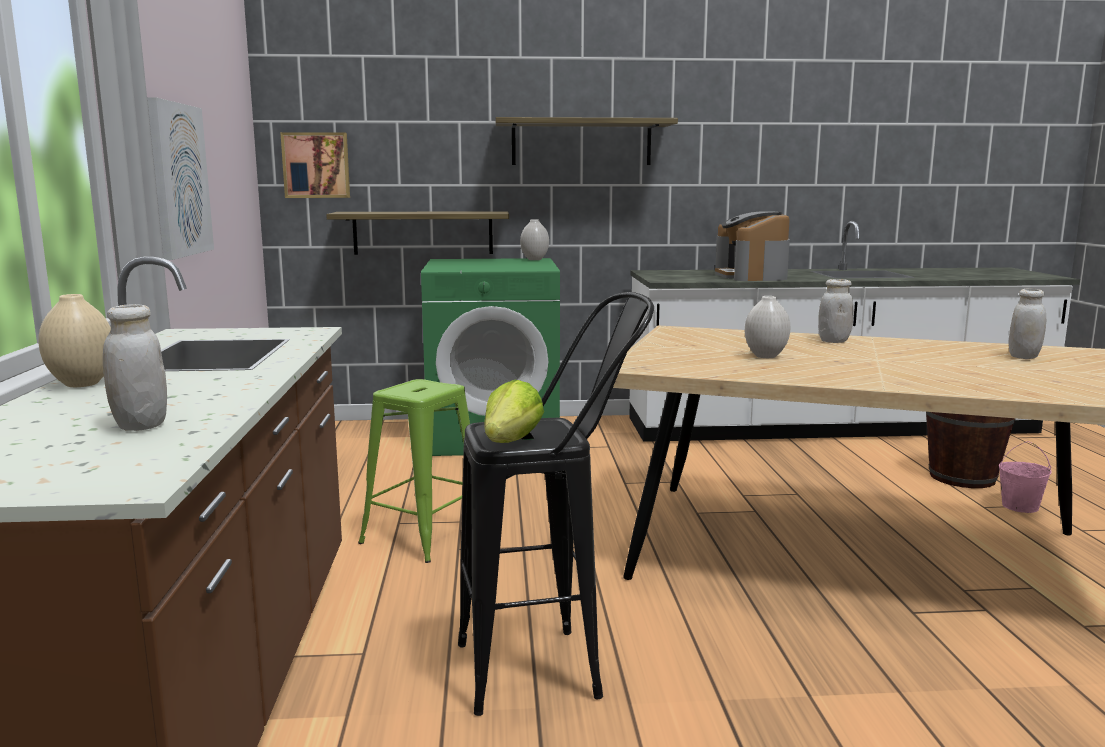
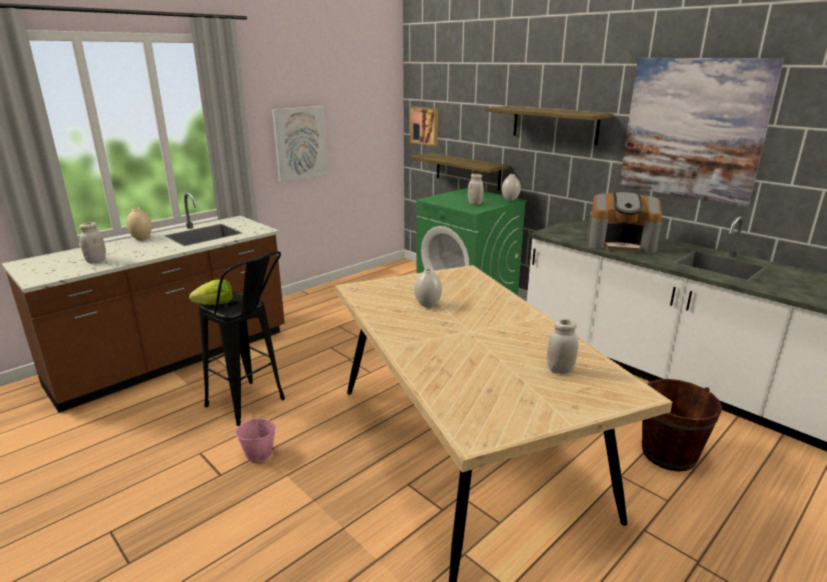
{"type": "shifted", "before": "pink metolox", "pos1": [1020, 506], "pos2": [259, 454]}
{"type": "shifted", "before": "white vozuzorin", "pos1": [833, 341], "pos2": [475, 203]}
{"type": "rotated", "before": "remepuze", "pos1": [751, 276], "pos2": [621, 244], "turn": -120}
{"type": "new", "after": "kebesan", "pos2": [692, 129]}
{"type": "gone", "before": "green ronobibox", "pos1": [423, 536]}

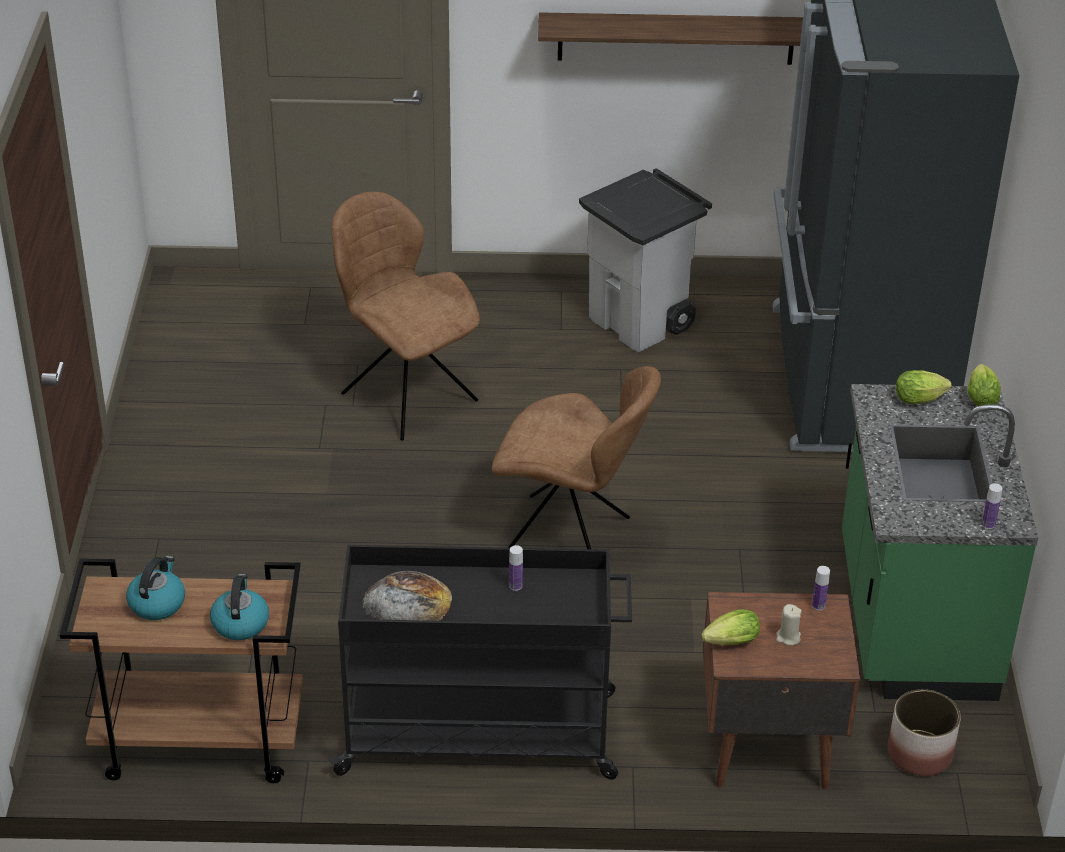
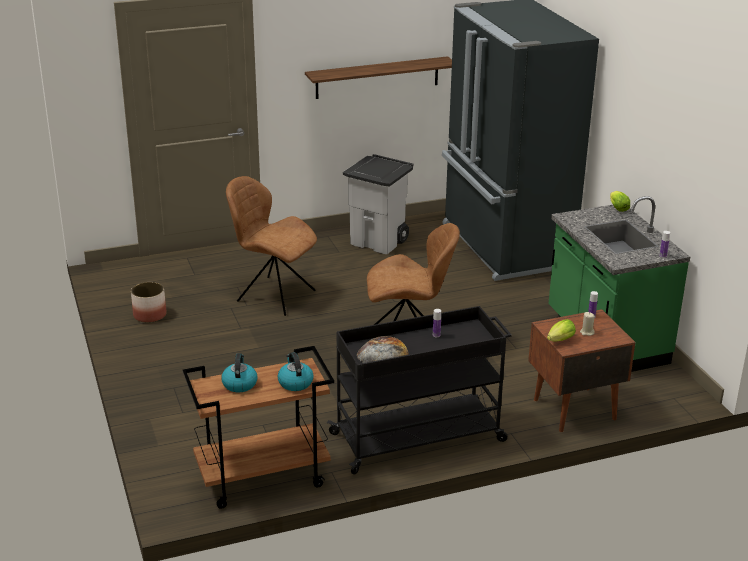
{"type": "shifted", "before": "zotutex", "pos1": [920, 754], "pos2": [150, 315]}
{"type": "gone", "before": "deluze", "pos1": [921, 399]}

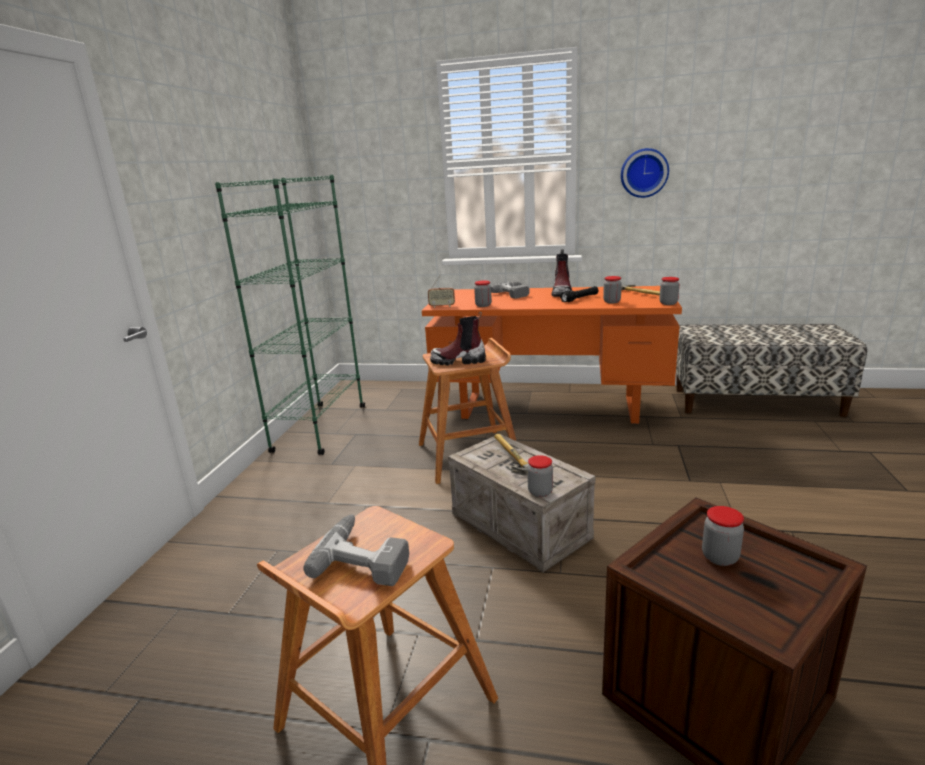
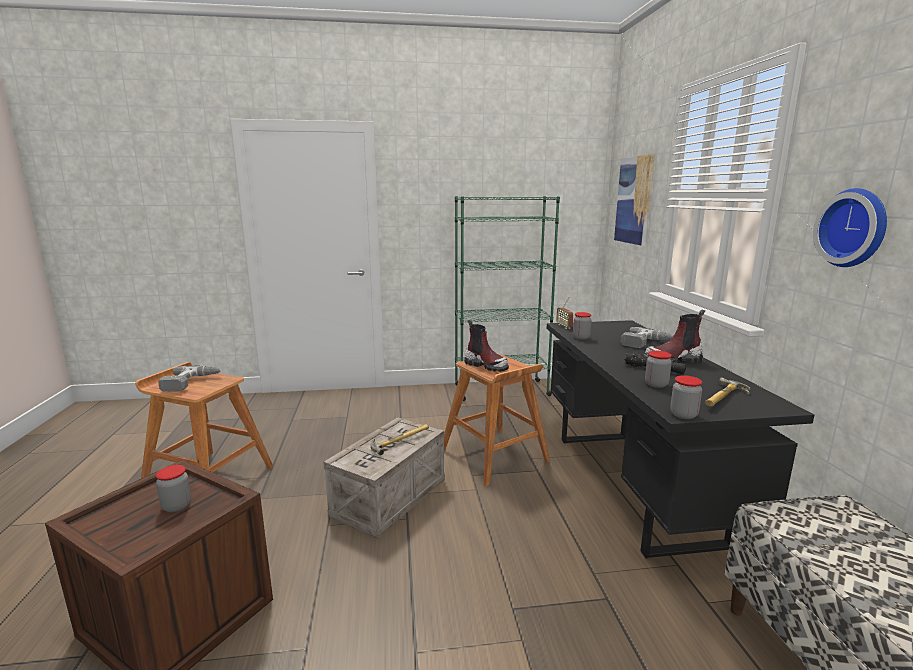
{"type": "rotated", "before": "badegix", "pos1": [458, 361], "pos2": [486, 366], "turn": 150}
{"type": "repainted", "before": "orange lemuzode", "after": "black lemuzode", "pos1": [549, 407], "pos2": [633, 485]}
{"type": "new", "after": "kebesan", "pos2": [634, 200]}
{"type": "gone", "before": "vozuzorin", "pos1": [540, 492]}

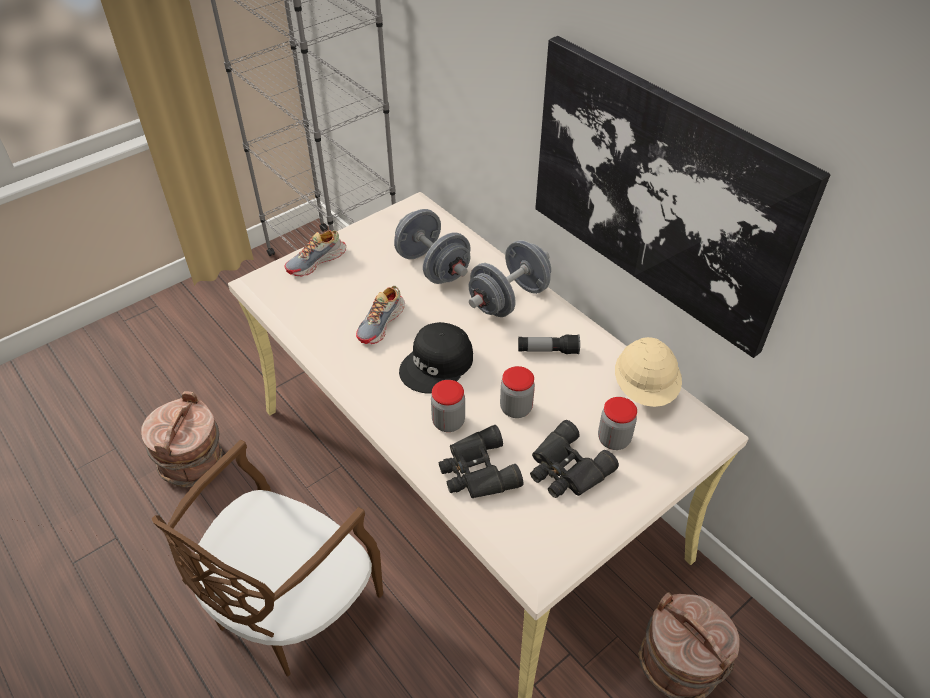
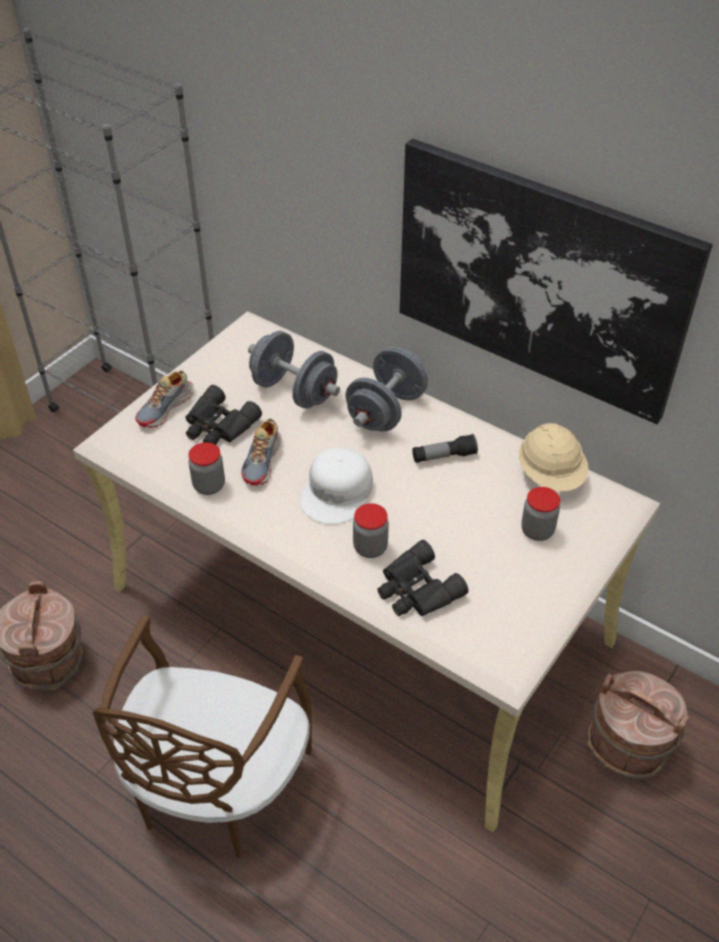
{"type": "shifted", "before": "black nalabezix", "pos1": [566, 470], "pos2": [218, 426]}
{"type": "shifted", "before": "vozuzorin", "pos1": [516, 408], "pos2": [209, 486]}
{"type": "repainted", "before": "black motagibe", "after": "white motagibe", "pos1": [437, 364], "pos2": [338, 492]}

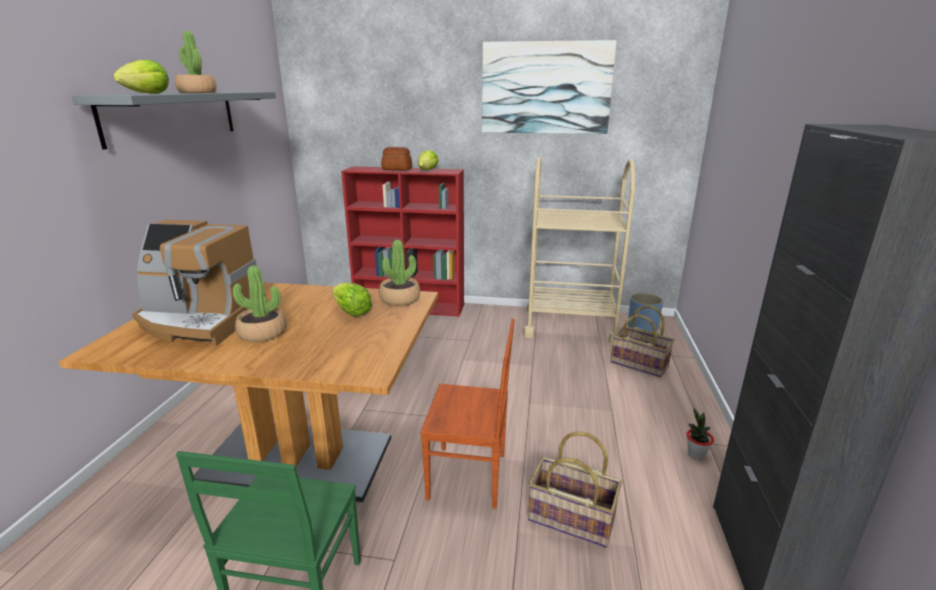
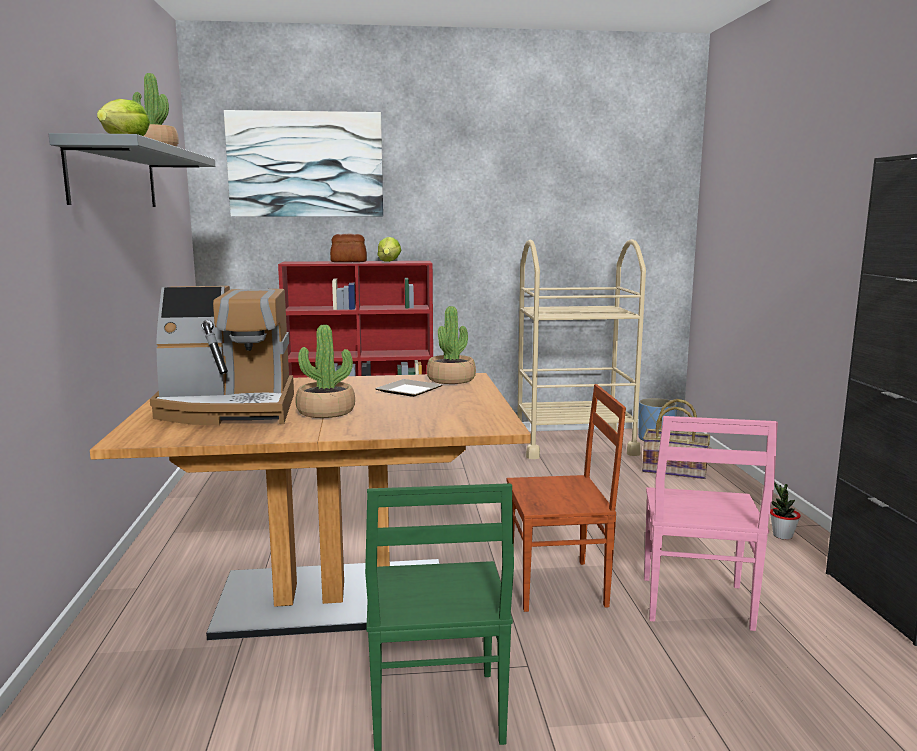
{"type": "shifted", "before": "kebesan", "pos1": [545, 88], "pos2": [306, 164]}
{"type": "swapped", "before": "deluze", "after": "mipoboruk", "pos1": [351, 312], "pos2": [409, 391]}
{"type": "swapped", "before": "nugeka", "after": "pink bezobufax", "pos1": [570, 519], "pos2": [694, 604]}

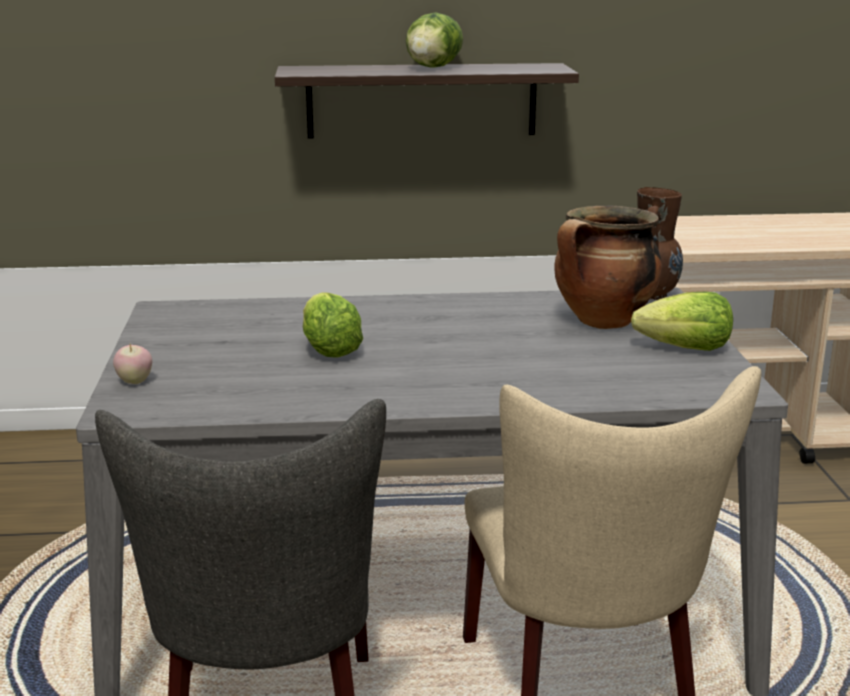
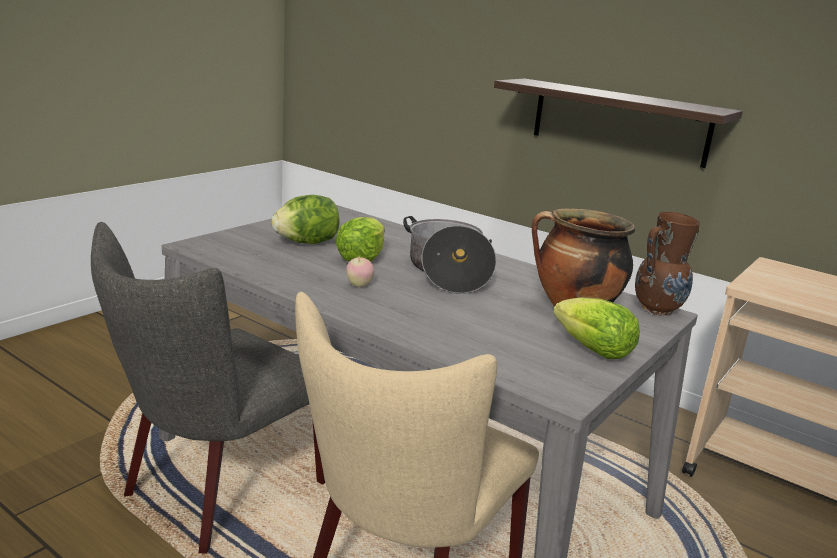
{"type": "shifted", "before": "deluze", "pos1": [433, 67], "pos2": [307, 243]}
{"type": "shifted", "before": "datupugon", "pos1": [134, 382], "pos2": [359, 285]}
{"type": "new", "after": "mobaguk", "pos2": [447, 272]}

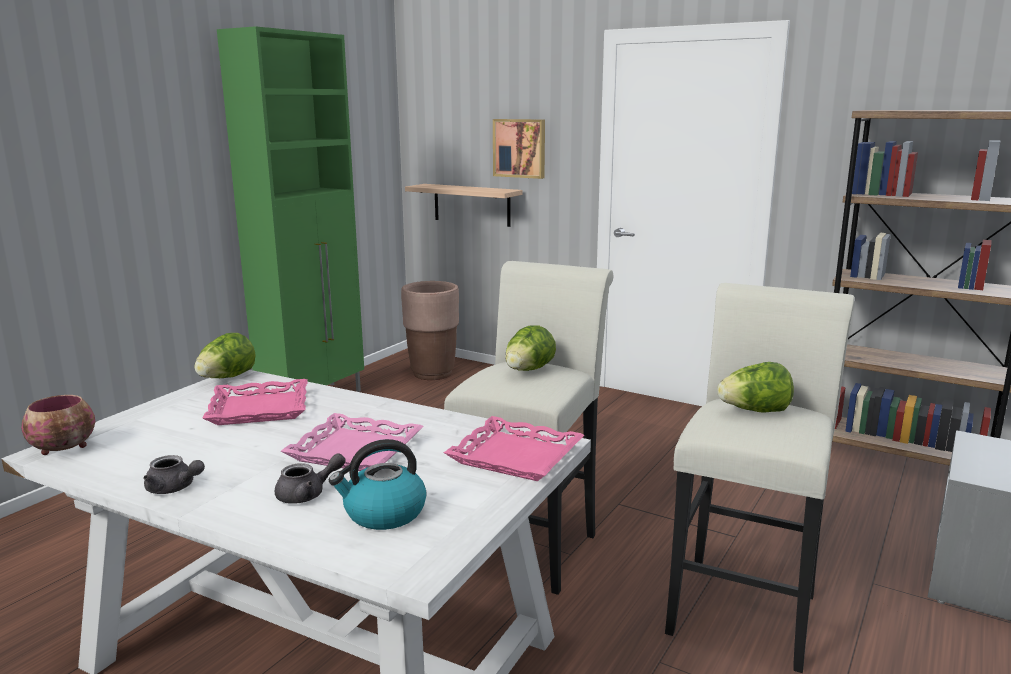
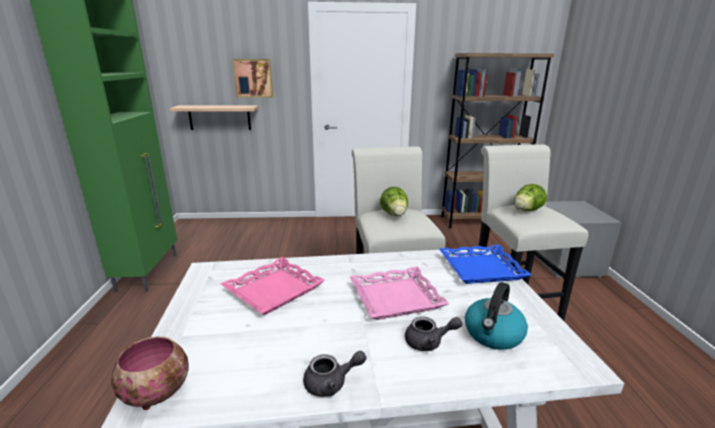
{"type": "rotated", "before": "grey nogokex", "pos1": [308, 494], "pos2": [429, 342], "turn": 60}
{"type": "repainted", "before": "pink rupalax", "after": "blue rupalax", "pos1": [516, 456], "pos2": [481, 268]}
{"type": "gone", "before": "deluze", "pos1": [227, 378]}
{"type": "gone", "before": "brown zotutex", "pos1": [433, 374]}

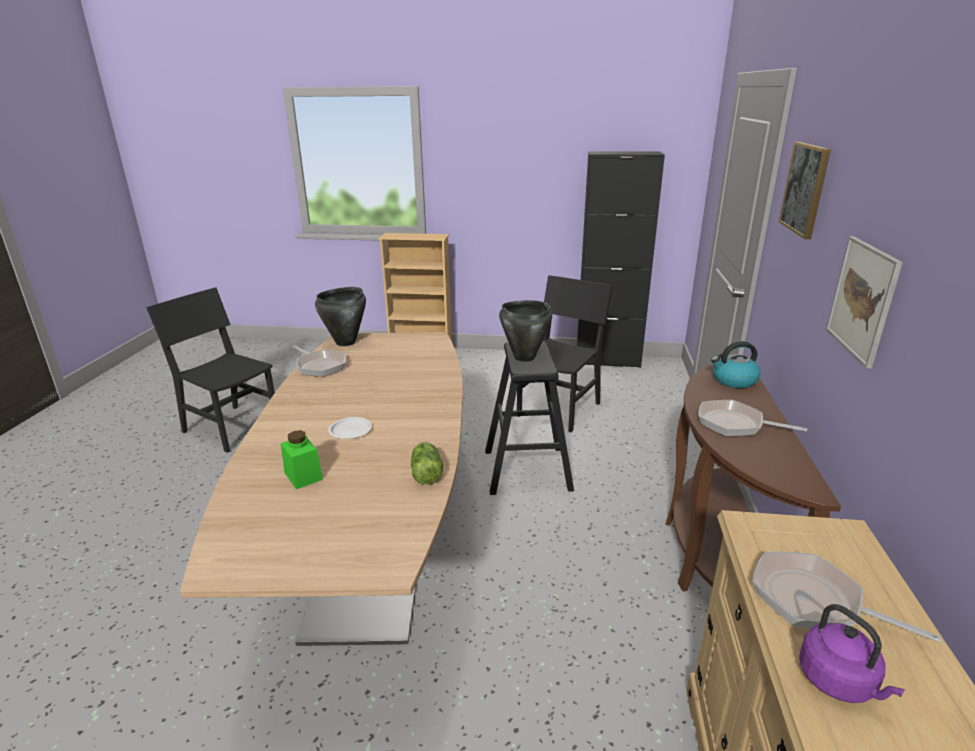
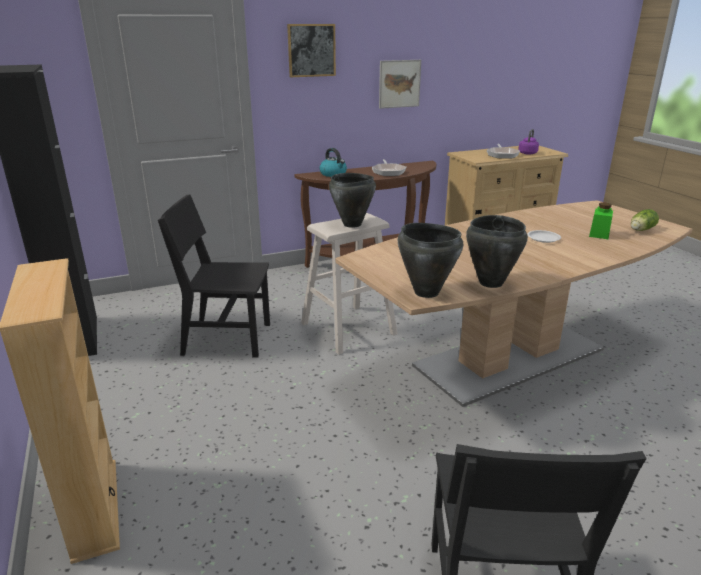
{"type": "repainted", "before": "black ronobibox", "after": "beige ronobibox", "pos1": [527, 470], "pos2": [348, 328]}
{"type": "swapped", "before": "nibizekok", "after": "black mobaguk", "pos1": [320, 366], "pos2": [490, 283]}
{"type": "shifted", "before": "deluze", "pos1": [426, 472], "pos2": [640, 230]}

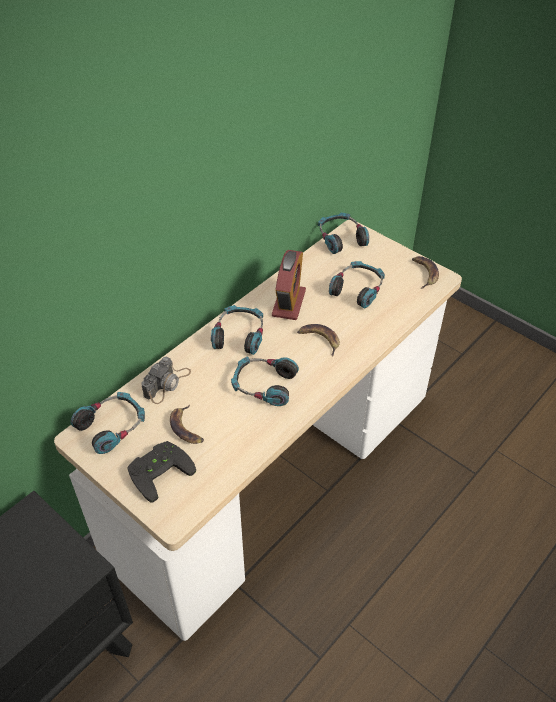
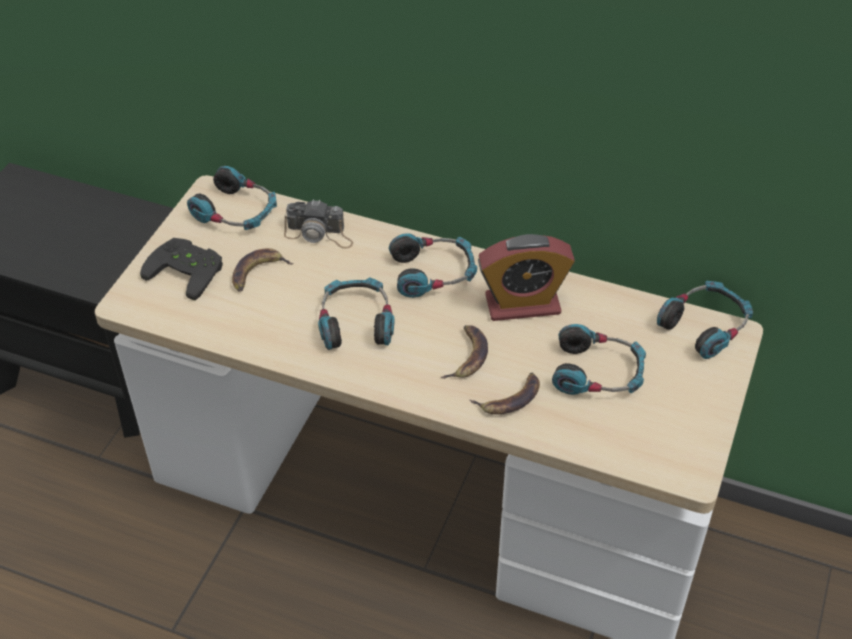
{"type": "shifted", "before": "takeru", "pos1": [424, 273], "pos2": [510, 398]}

